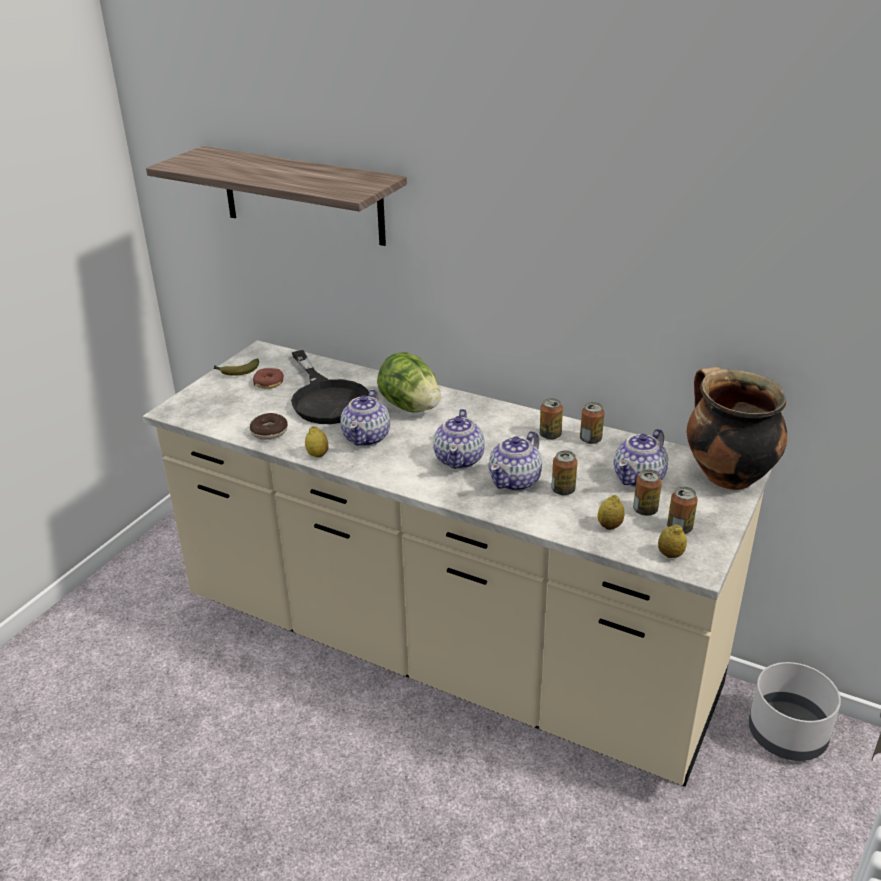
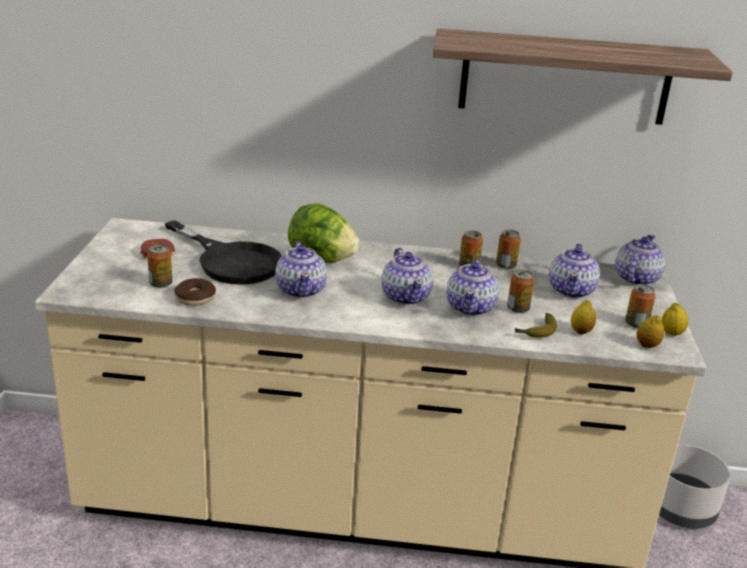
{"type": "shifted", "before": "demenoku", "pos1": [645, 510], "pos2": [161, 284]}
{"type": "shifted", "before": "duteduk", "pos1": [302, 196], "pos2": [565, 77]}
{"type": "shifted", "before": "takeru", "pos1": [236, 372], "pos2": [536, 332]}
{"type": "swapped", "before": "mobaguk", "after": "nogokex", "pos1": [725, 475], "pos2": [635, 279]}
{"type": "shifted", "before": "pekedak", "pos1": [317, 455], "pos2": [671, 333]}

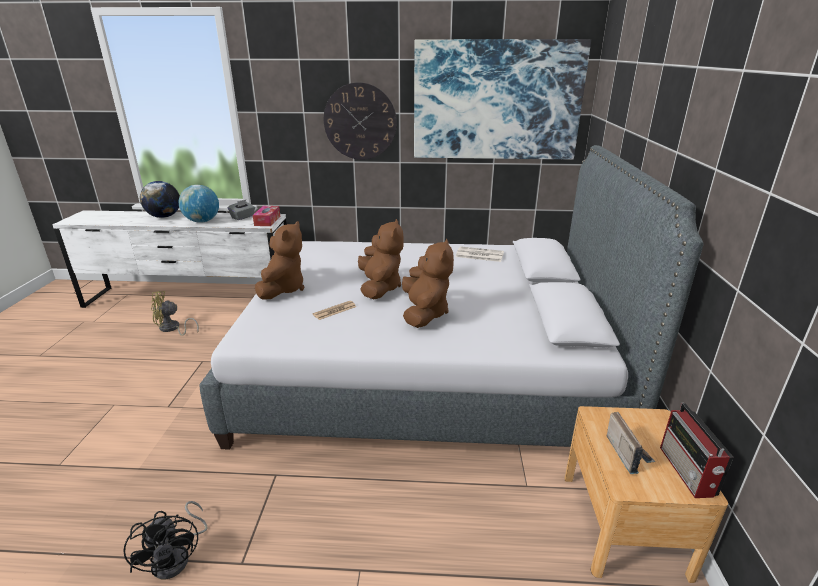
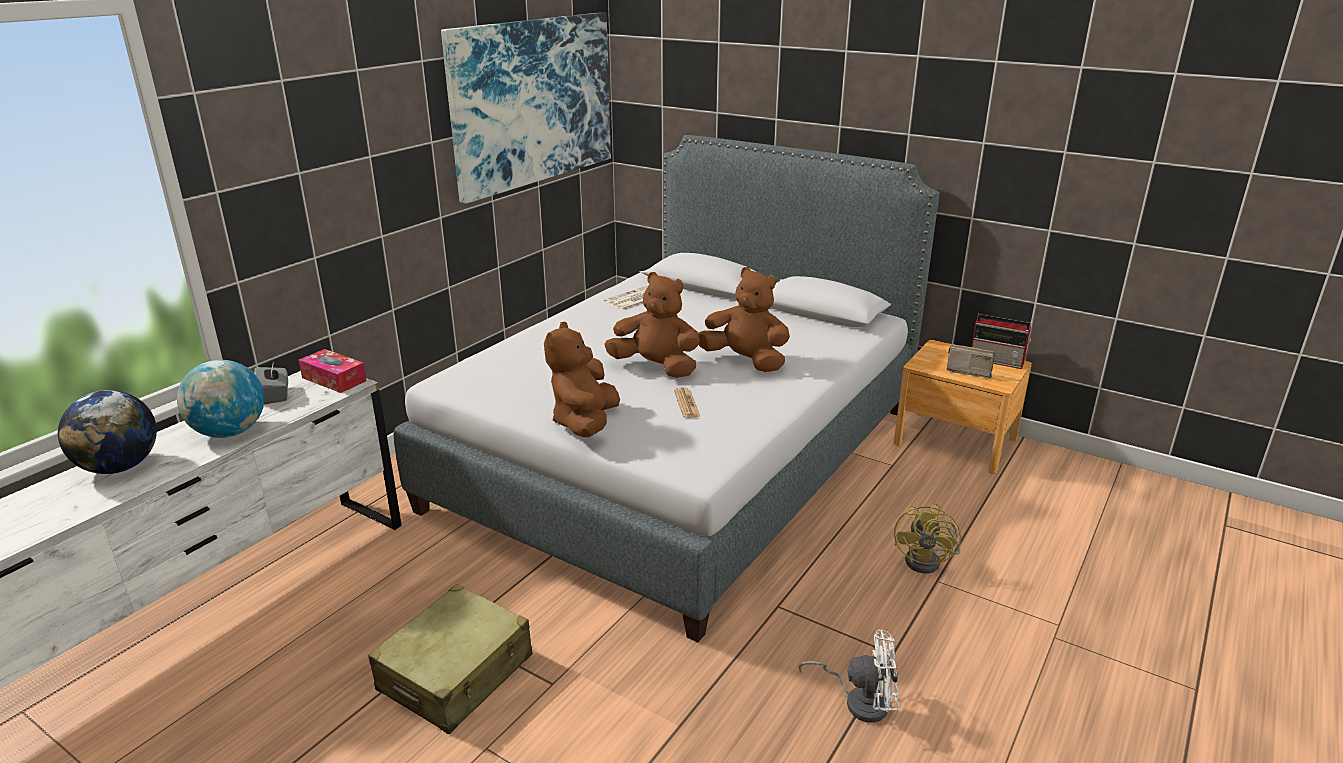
{"type": "new", "after": "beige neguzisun", "pos2": [456, 673]}
{"type": "rotated", "before": "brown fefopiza", "pos1": [283, 289], "pos2": [585, 423], "turn": -120}
{"type": "repainted", "before": "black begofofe", "after": "white begofofe", "pos1": [178, 557], "pos2": [859, 701]}
{"type": "shifted", "before": "yellow begofofe", "pos1": [172, 329], "pos2": [928, 561]}
{"type": "gone", "before": "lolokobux", "pos1": [360, 122]}

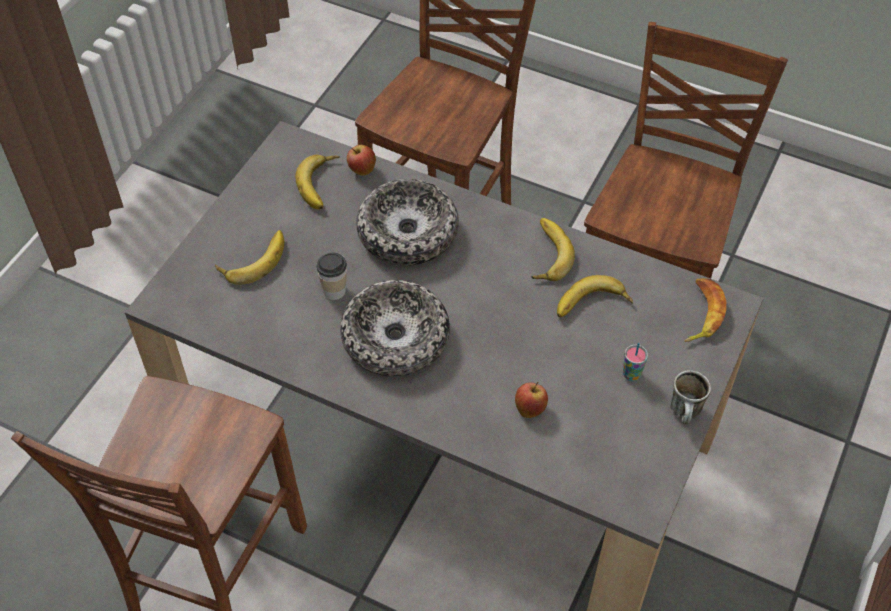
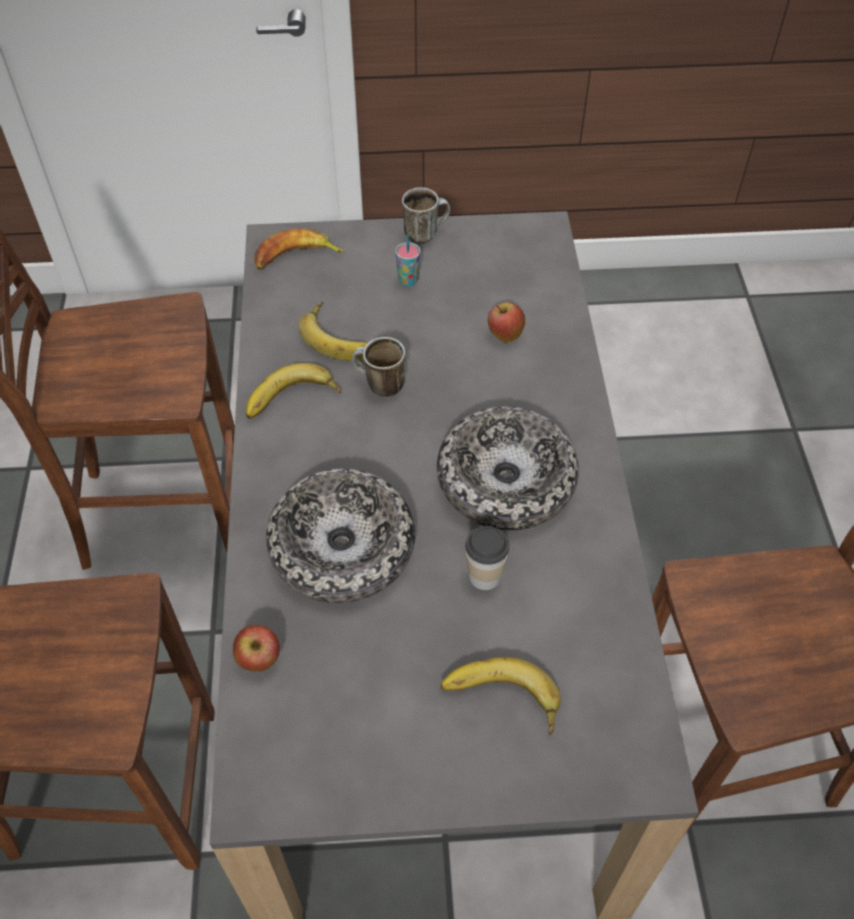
{"type": "new", "after": "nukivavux", "pos2": [379, 386]}
{"type": "gone", "before": "takeru", "pos1": [322, 185]}

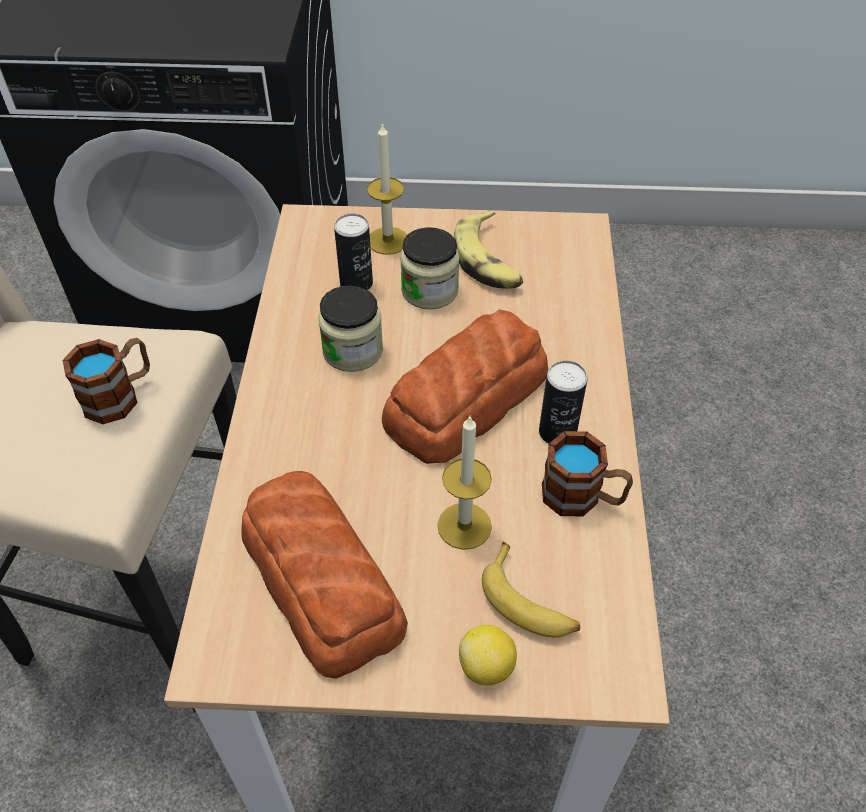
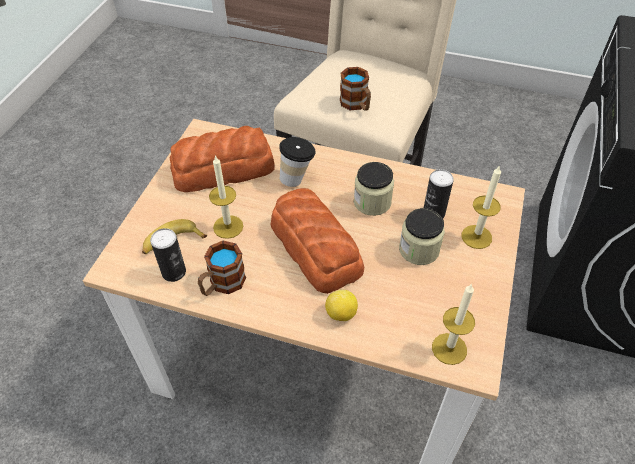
{"type": "shifted", "before": "demenoku", "pos1": [557, 432], "pos2": [174, 272]}
{"type": "new", "after": "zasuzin", "pos2": [297, 178]}
{"type": "shifted", "before": "pekedak", "pos1": [486, 667], "pos2": [341, 314]}
{"type": "new", "after": "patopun", "pos2": [449, 348]}
{"type": "gone", "before": "takeru", "pos1": [488, 260]}

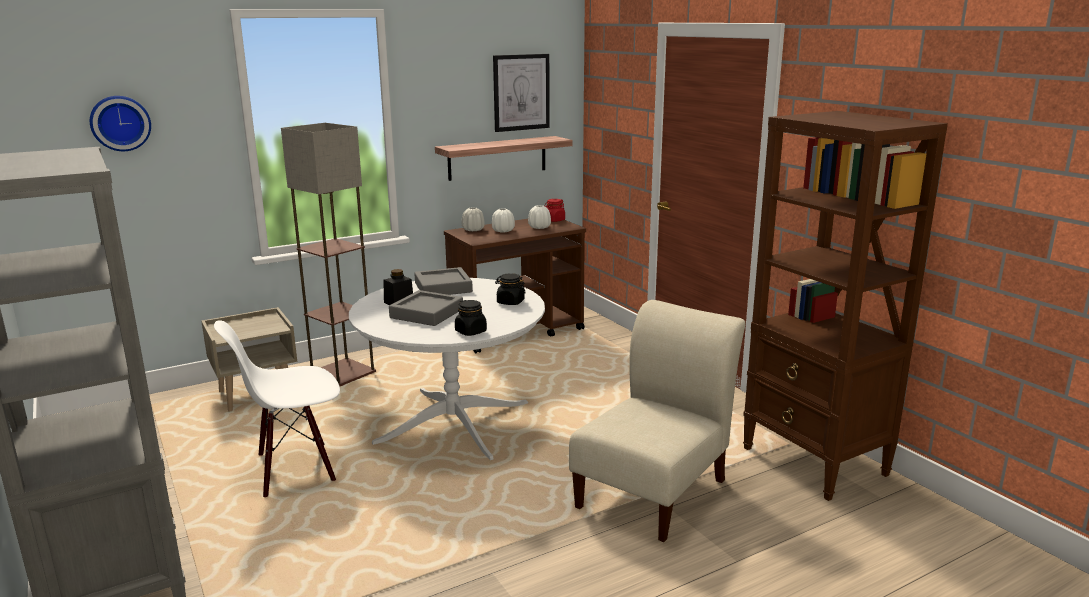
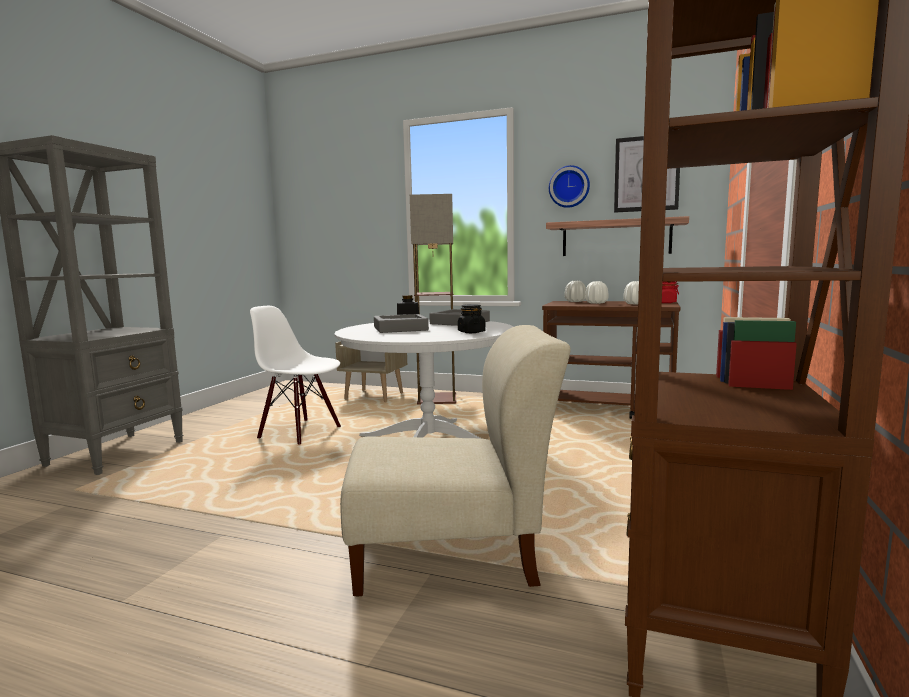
{"type": "shifted", "before": "lolokobux", "pos1": [120, 123], "pos2": [569, 187]}
{"type": "gone", "before": "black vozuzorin", "pos1": [471, 332]}

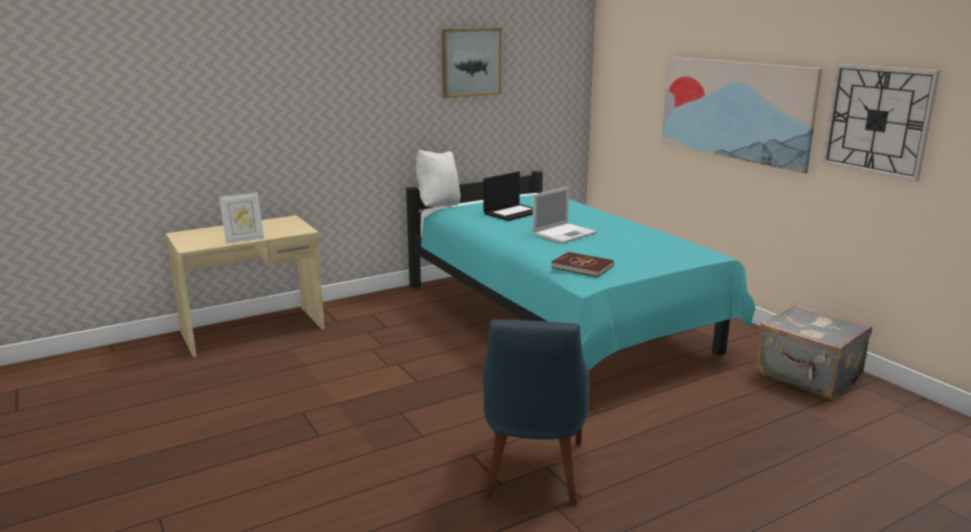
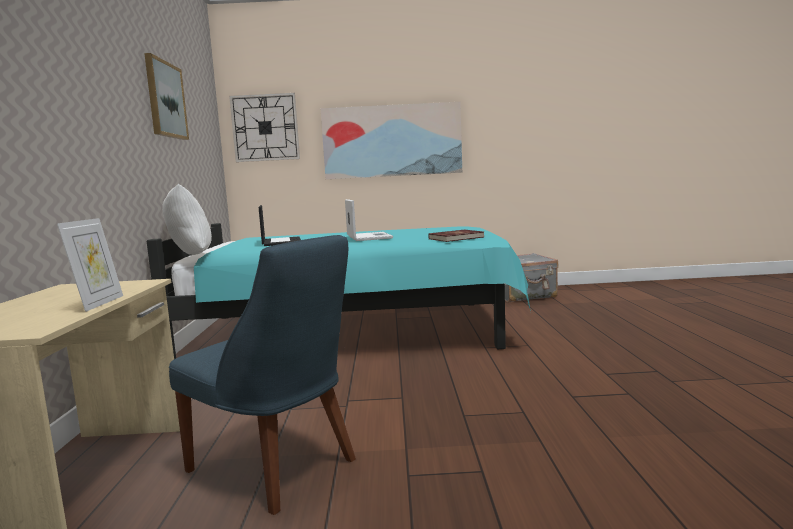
{"type": "shifted", "before": "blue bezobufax", "pos1": [533, 473], "pos2": [277, 467]}
{"type": "shifted", "before": "lolokobux", "pos1": [877, 120], "pos2": [265, 128]}

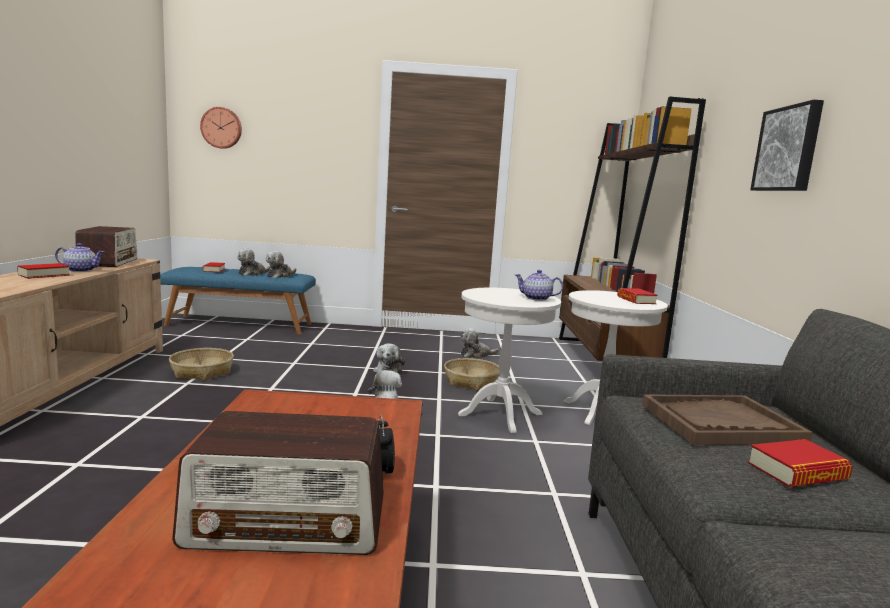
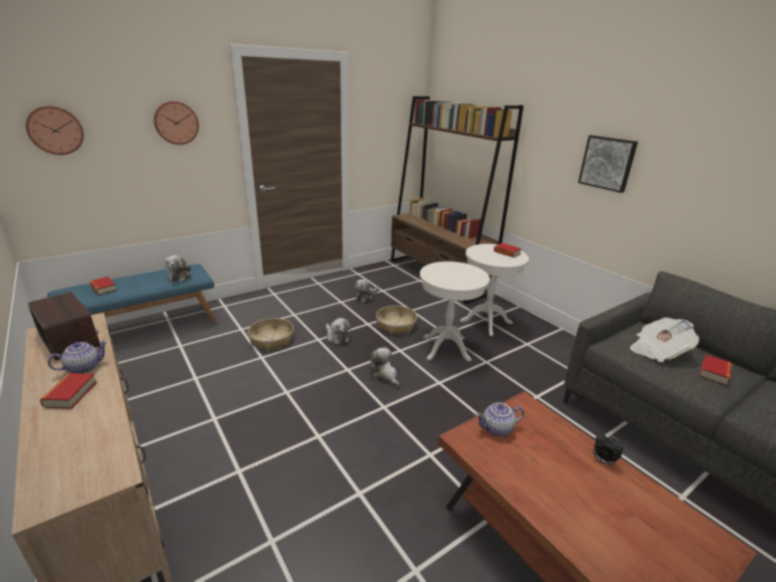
{"type": "new", "after": "lolokobux", "pos2": [176, 122]}
{"type": "shifted", "before": "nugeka", "pos1": [202, 372], "pos2": [272, 339]}
{"type": "shifted", "before": "nogokex", "pos1": [536, 298], "pos2": [497, 429]}
{"type": "swapped", "before": "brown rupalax", "after": "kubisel", "pos1": [720, 423], "pos2": [658, 351]}
{"type": "gone", "before": "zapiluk", "pos1": [289, 522]}
{"type": "gone", "before": "fefopiza", "pos1": [252, 273]}

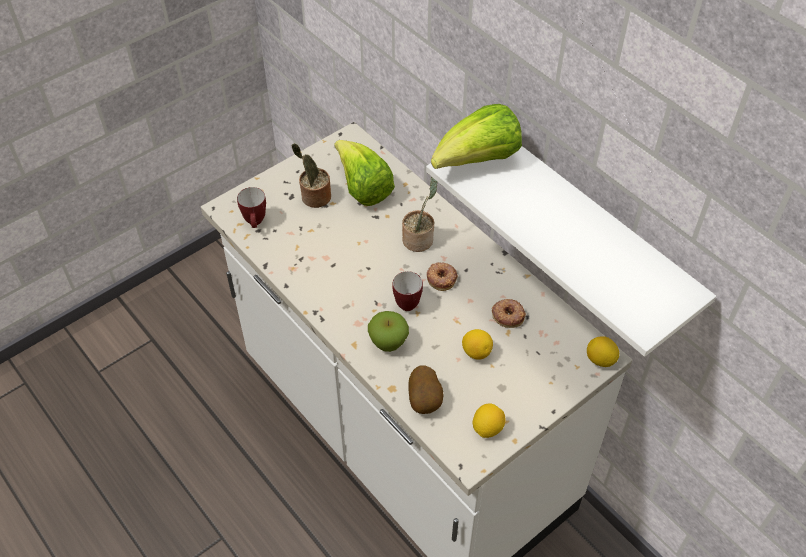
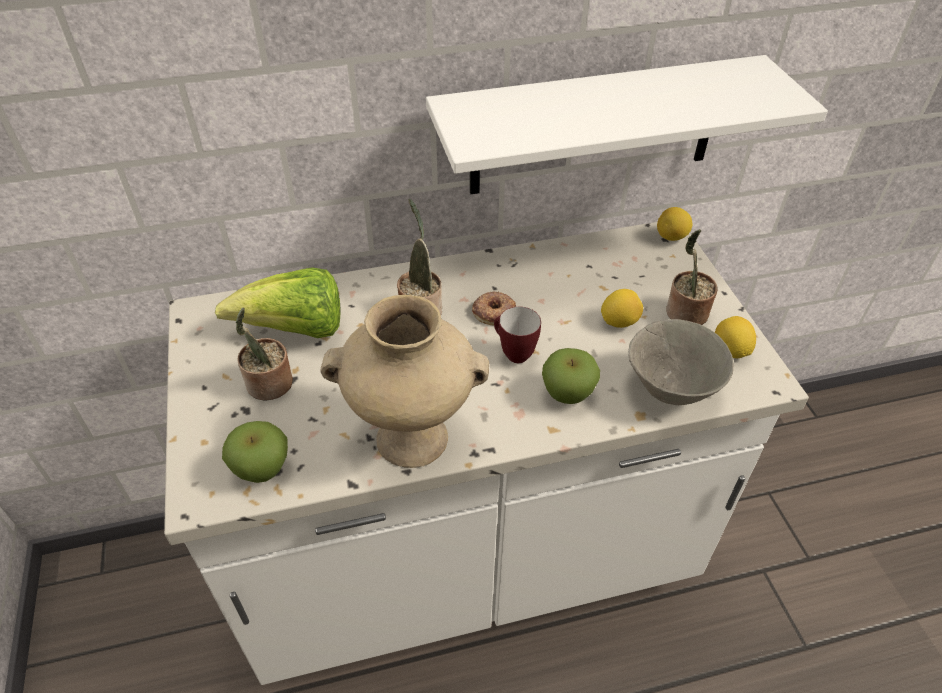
{"type": "swapped", "before": "nukivavux", "after": "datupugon", "pos1": [255, 223], "pos2": [262, 469]}
{"type": "new", "after": "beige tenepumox", "pos2": [414, 437]}
{"type": "swapped", "before": "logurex", "after": "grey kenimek", "pos1": [425, 400], "pos2": [671, 390]}
{"type": "new", "after": "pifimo", "pos2": [684, 314]}
{"type": "gone", "before": "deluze", "pos1": [478, 161]}
{"type": "gone", "before": "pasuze", "pos1": [508, 315]}

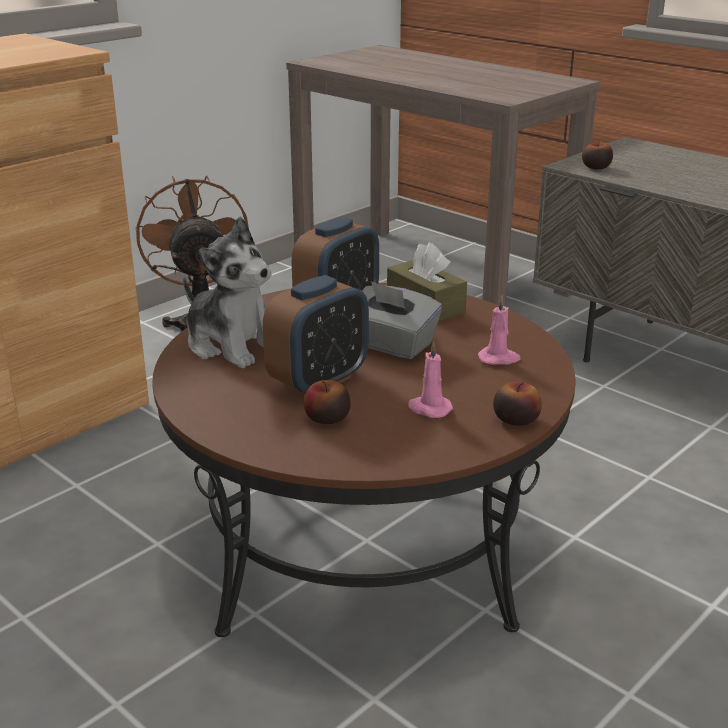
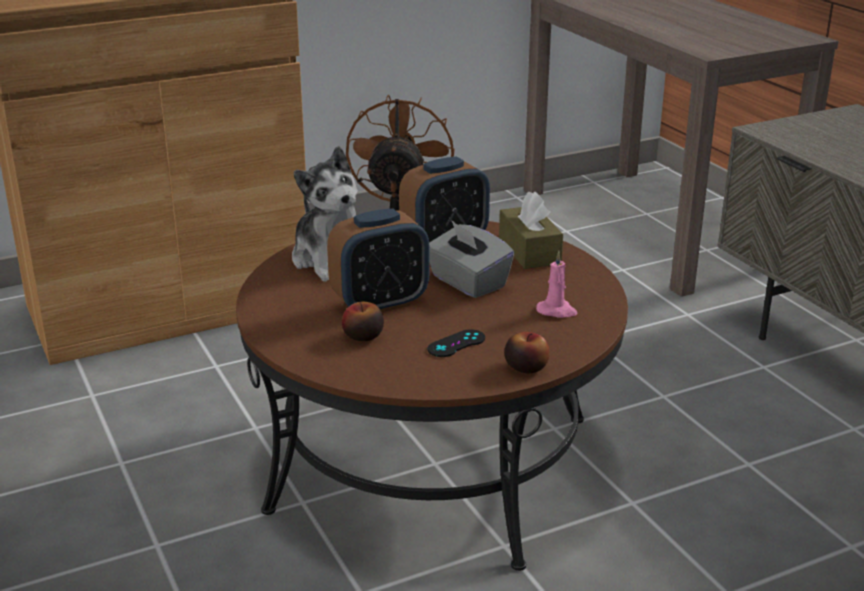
{"type": "swapped", "before": "pink patopun", "after": "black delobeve", "pos1": [429, 409], "pos2": [456, 344]}
{"type": "gone", "before": "datupugon", "pos1": [596, 167]}

